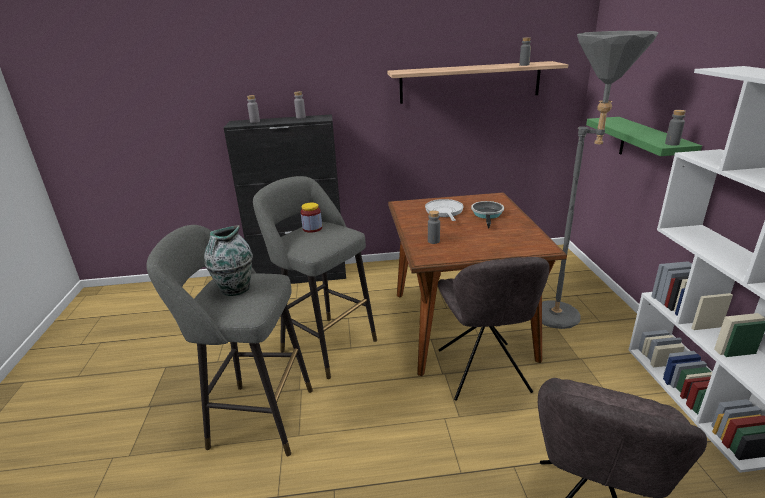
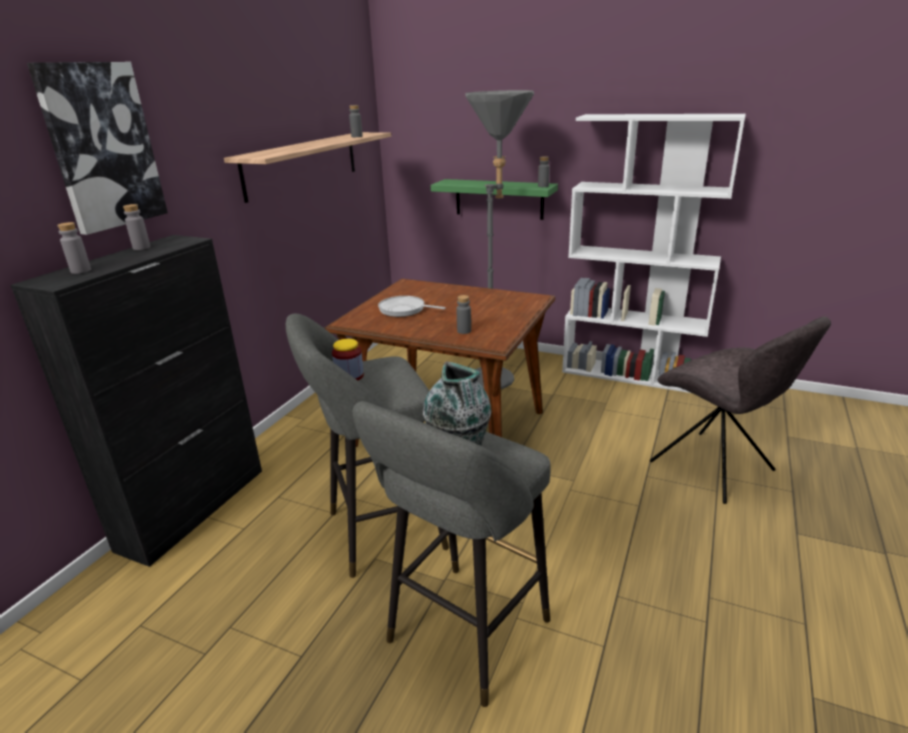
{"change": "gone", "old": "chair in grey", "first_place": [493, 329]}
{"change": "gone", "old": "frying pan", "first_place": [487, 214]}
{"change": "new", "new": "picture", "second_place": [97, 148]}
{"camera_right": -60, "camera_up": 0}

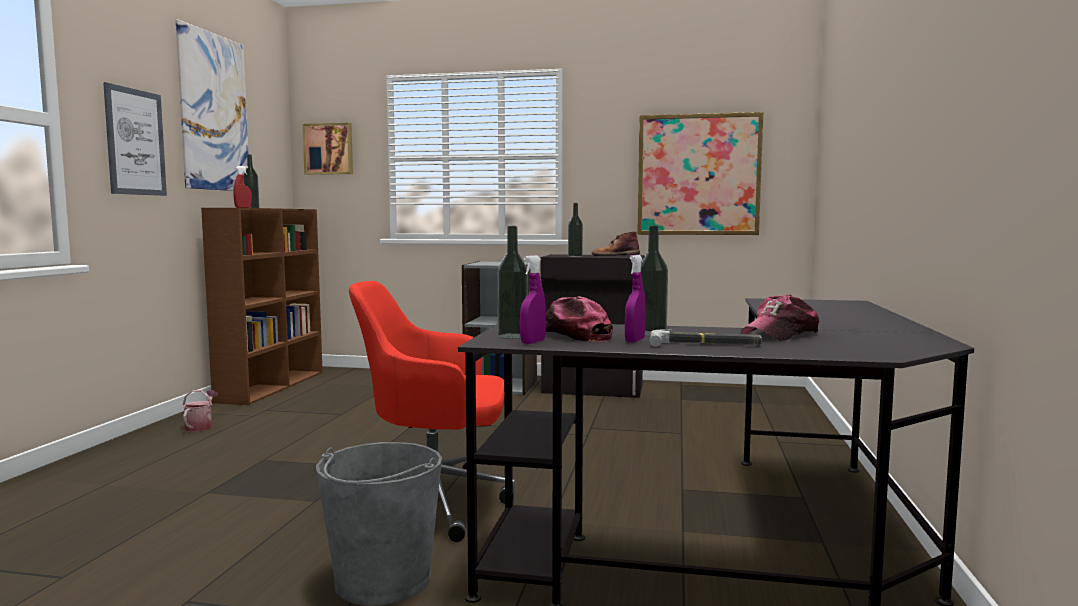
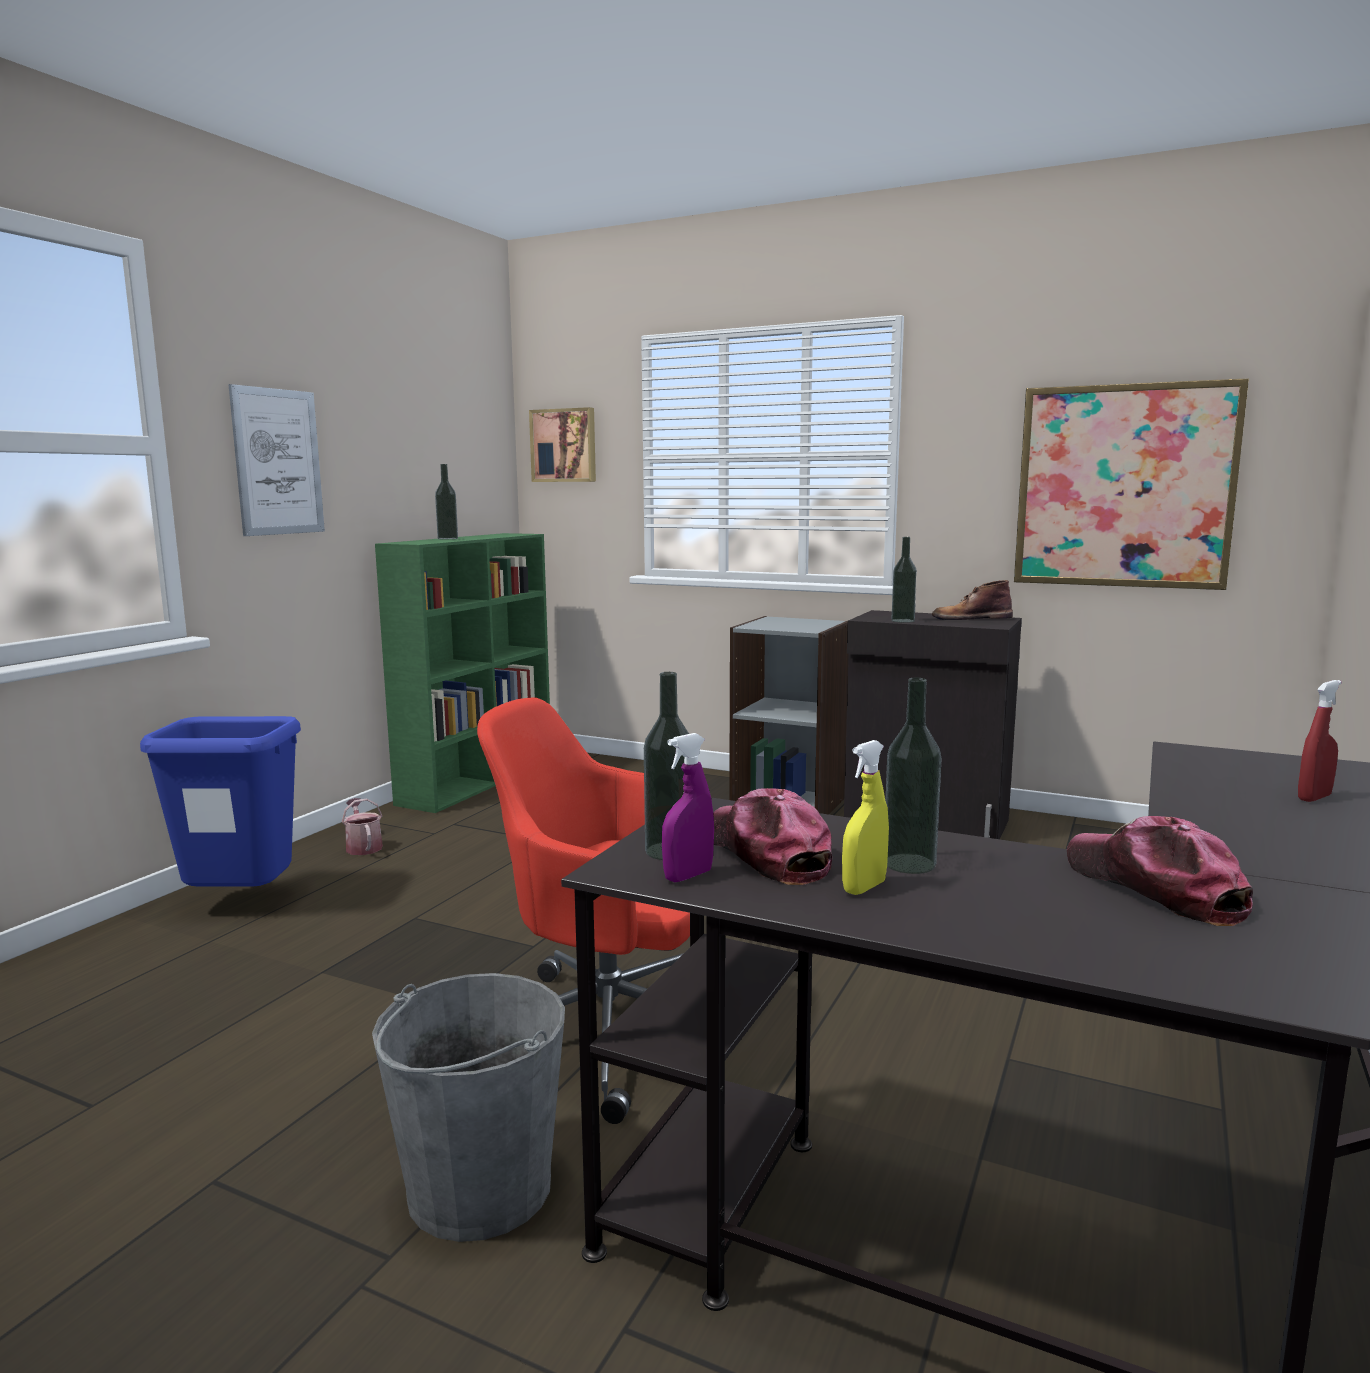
{"change": "gone", "old": "picture", "first_place": [212, 105]}
{"change": "gone", "old": "hammer", "first_place": [705, 338]}
{"change": "new", "new": "trash can in blue", "second_place": [220, 801]}
{"change": "shifted", "old": "spray bottle in red", "first_place": [242, 187], "second_place": [1319, 741]}
{"change": "repainted", "old": "bookcase in brown", "new": "bookcase in green", "first_place": [262, 306], "second_place": [462, 673]}
{"change": "repainted", "old": "spray bottle in purple", "new": "spray bottle in yellow", "first_place": [635, 299], "second_place": [865, 817]}
{"change": "rotated", "old": "watering can", "first_place": [200, 411], "second_place": [362, 826], "degrees": -45}
{"change": "rotated", "old": "cap", "first_place": [780, 317], "second_place": [1160, 871], "degrees": 90}
{"camera_right": 15, "camera_up": 5}

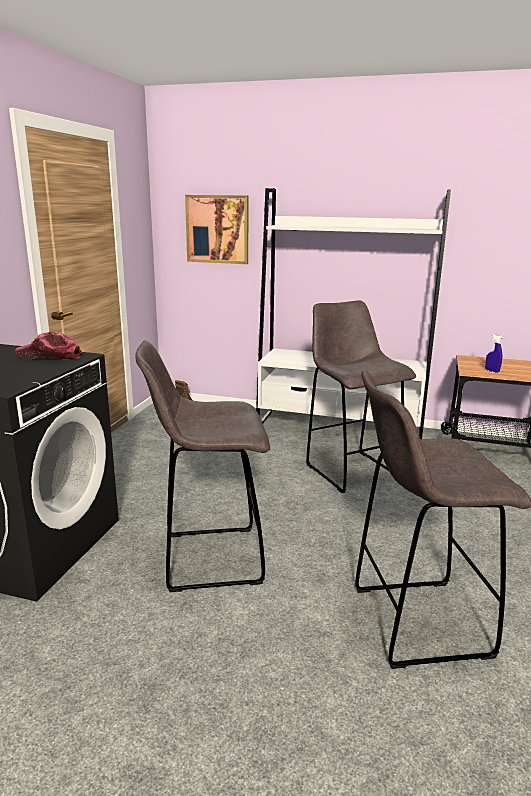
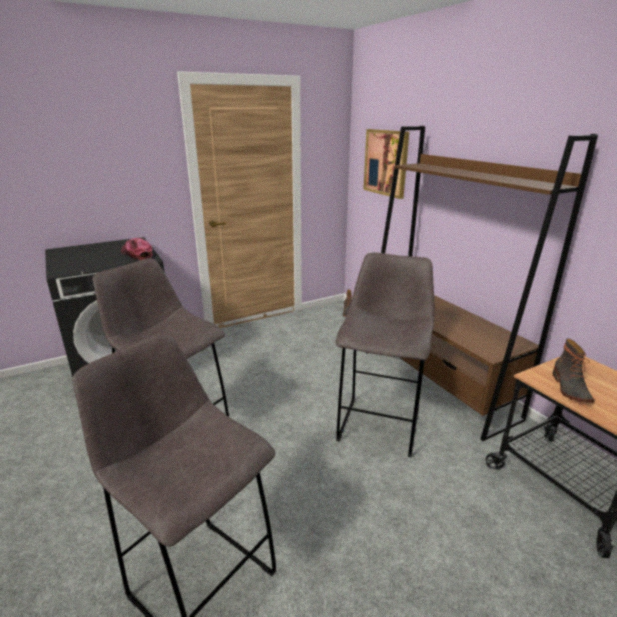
{"change": "swapped", "old": "spray bottle in blue", "new": "boot", "first_place": [493, 353], "second_place": [573, 371]}
{"change": "repainted", "old": "bookcase in white", "new": "bookcase in brown", "first_place": [353, 313], "second_place": [481, 283]}
{"camera_right": 45, "camera_up": 5}

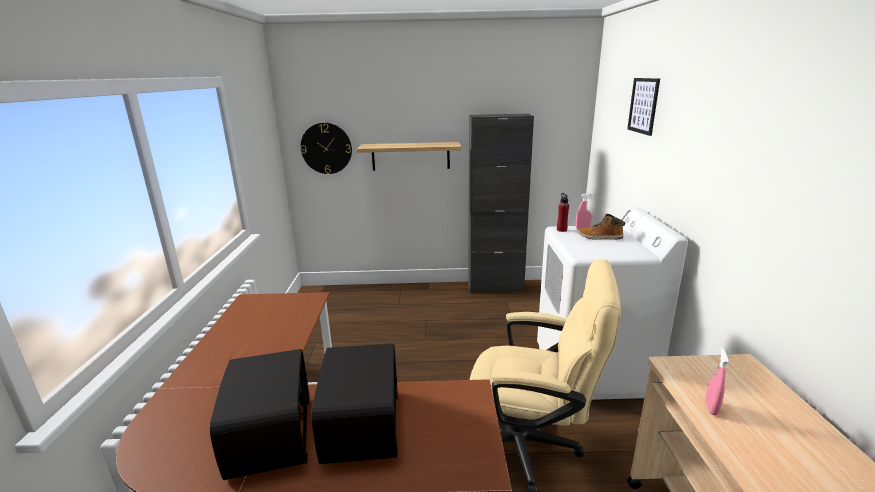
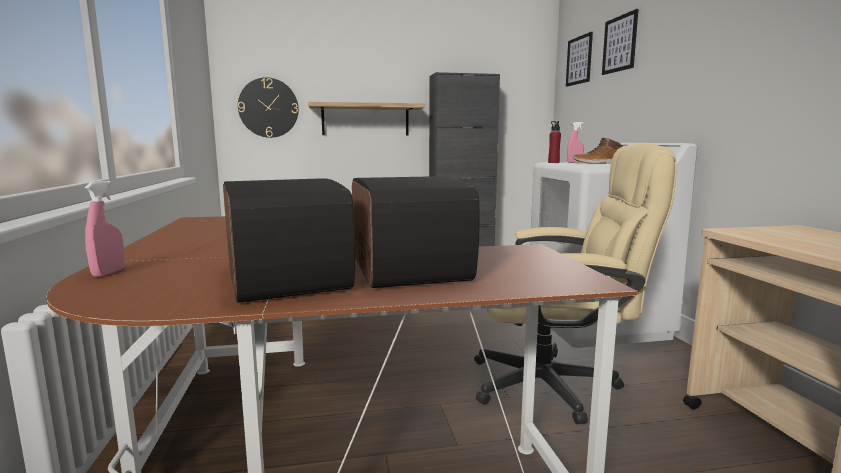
{"change": "new", "new": "picture", "second_place": [579, 59]}
{"change": "shifted", "old": "spray bottle in pink", "first_place": [717, 382], "second_place": [105, 229]}
{"camera_right": -10, "camera_up": -10}

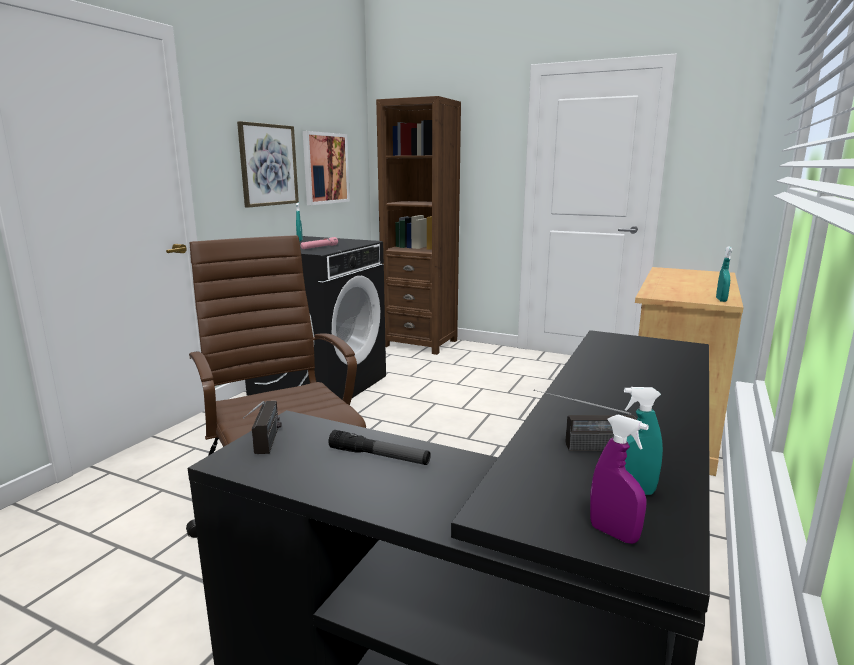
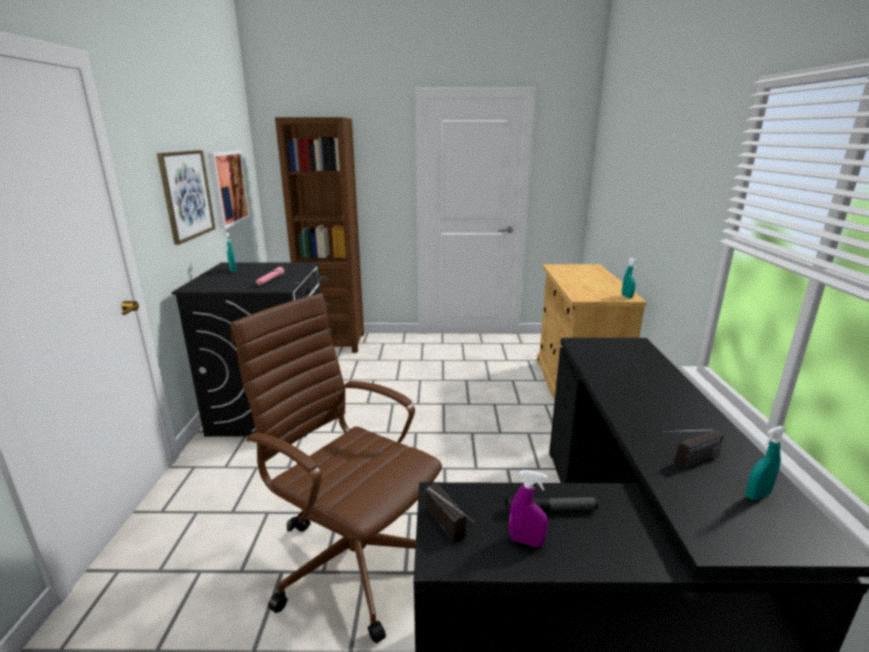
{"change": "shifted", "old": "spray bottle in purple", "first_place": [619, 479], "second_place": [528, 508]}
{"camera_right": -25, "camera_up": 5}

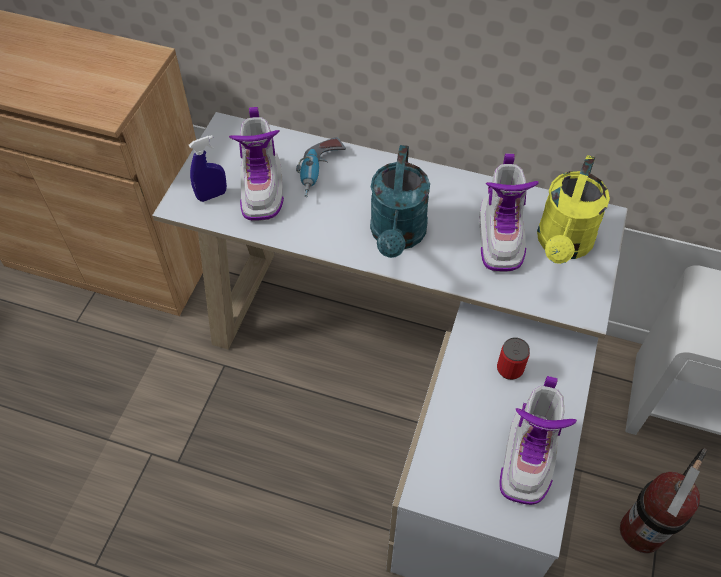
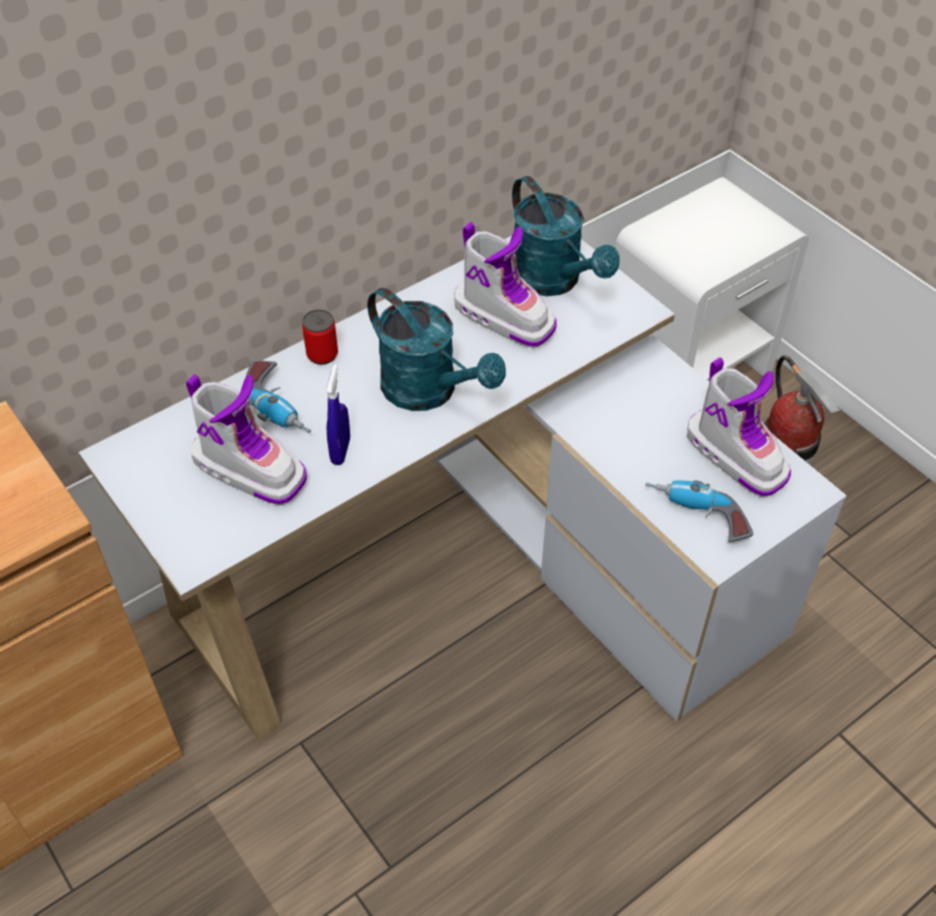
{"change": "new", "new": "power drill", "second_place": [699, 511]}
{"change": "shifted", "old": "spray bottle in blue", "first_place": [208, 168], "second_place": [338, 414]}
{"change": "shifted", "old": "can", "first_place": [513, 359], "second_place": [320, 337]}
{"change": "repainted", "old": "watering can in yellow", "new": "watering can in turquoise", "first_place": [573, 209], "second_place": [565, 236]}
{"camera_right": -55, "camera_up": -5}

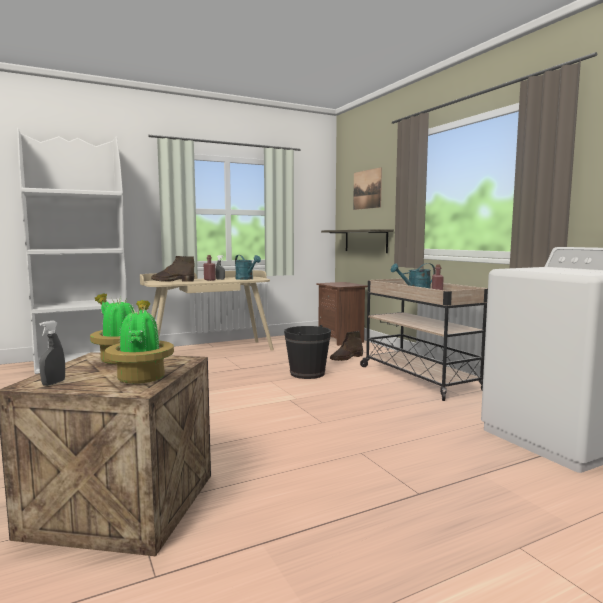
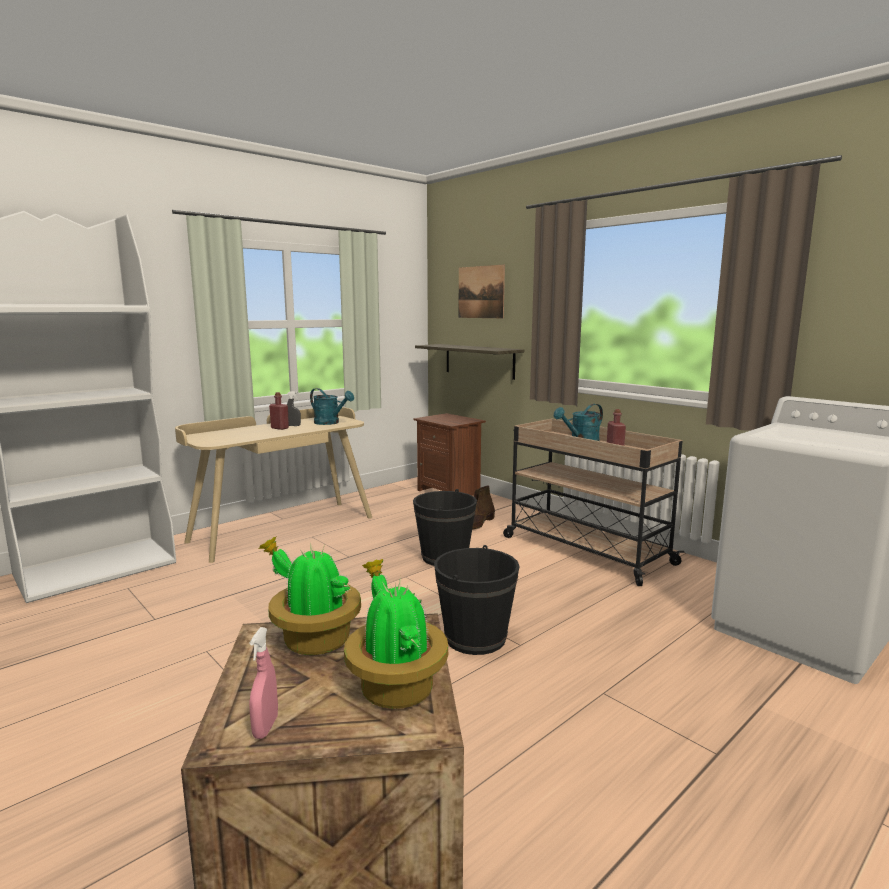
{"change": "gone", "old": "boot in brown", "first_place": [172, 269]}
{"change": "new", "new": "bucket in black", "second_place": [477, 600]}
{"change": "repainted", "old": "spray bottle in grey", "new": "spray bottle in pink", "first_place": [52, 353], "second_place": [263, 683]}
{"camera_right": -15, "camera_up": 5}

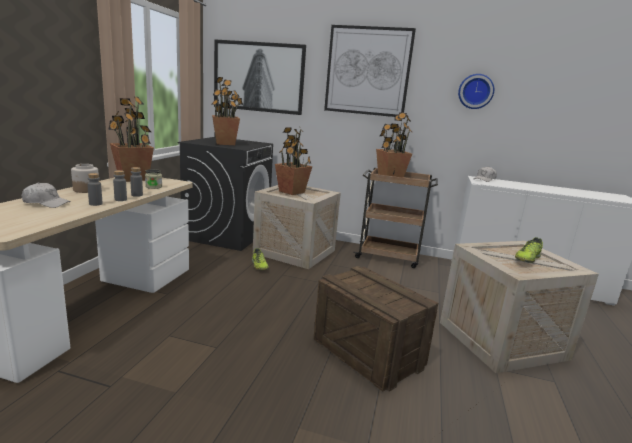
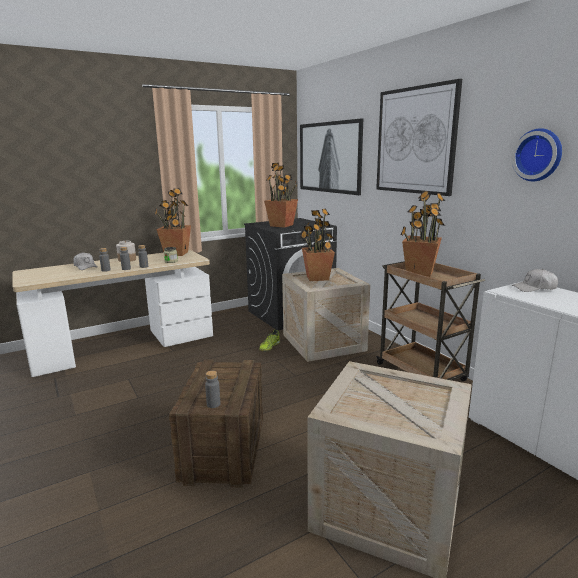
{"change": "gone", "old": "shoe", "first_place": [529, 250]}
{"change": "new", "new": "bottle in grey", "second_place": [212, 389]}
{"camera_right": 45, "camera_up": 0}

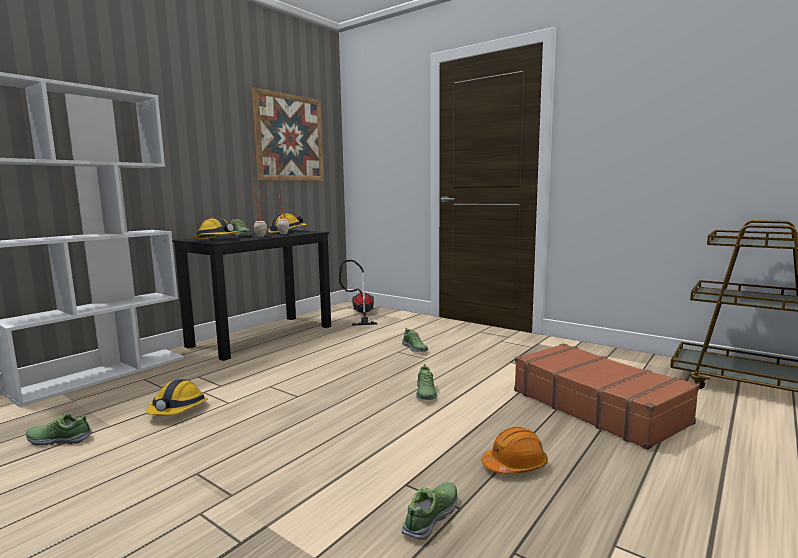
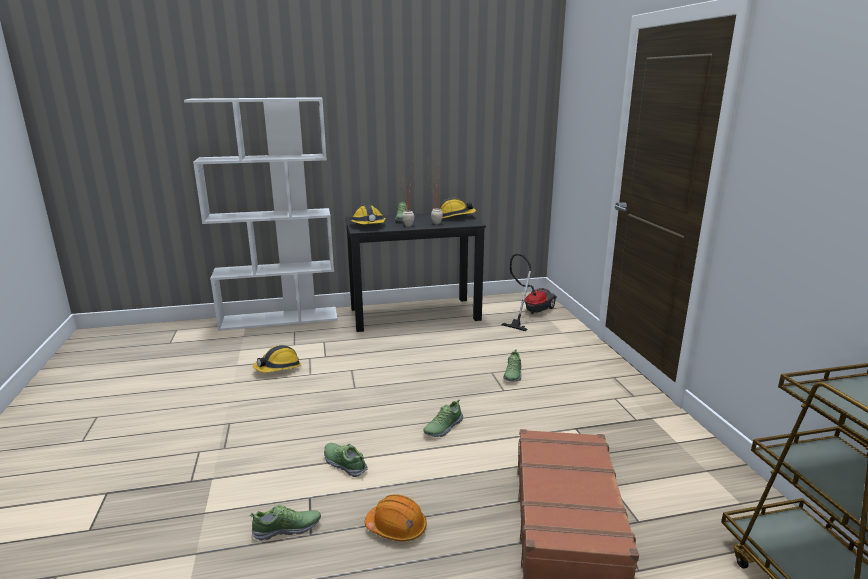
{"change": "gone", "old": "picture", "first_place": [287, 134]}
{"change": "shifted", "old": "shoe", "first_place": [59, 430], "second_place": [346, 460]}
{"camera_right": 40, "camera_up": 10}

